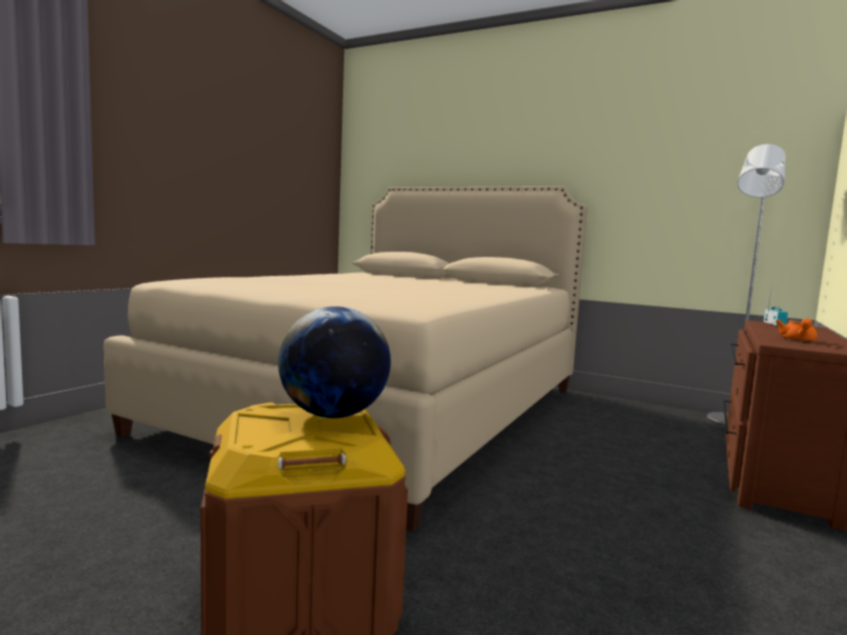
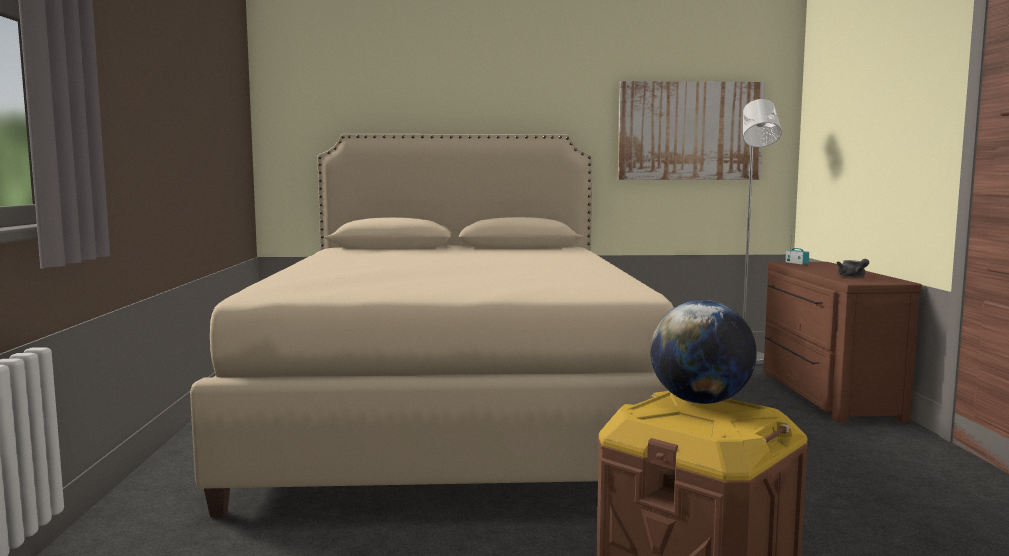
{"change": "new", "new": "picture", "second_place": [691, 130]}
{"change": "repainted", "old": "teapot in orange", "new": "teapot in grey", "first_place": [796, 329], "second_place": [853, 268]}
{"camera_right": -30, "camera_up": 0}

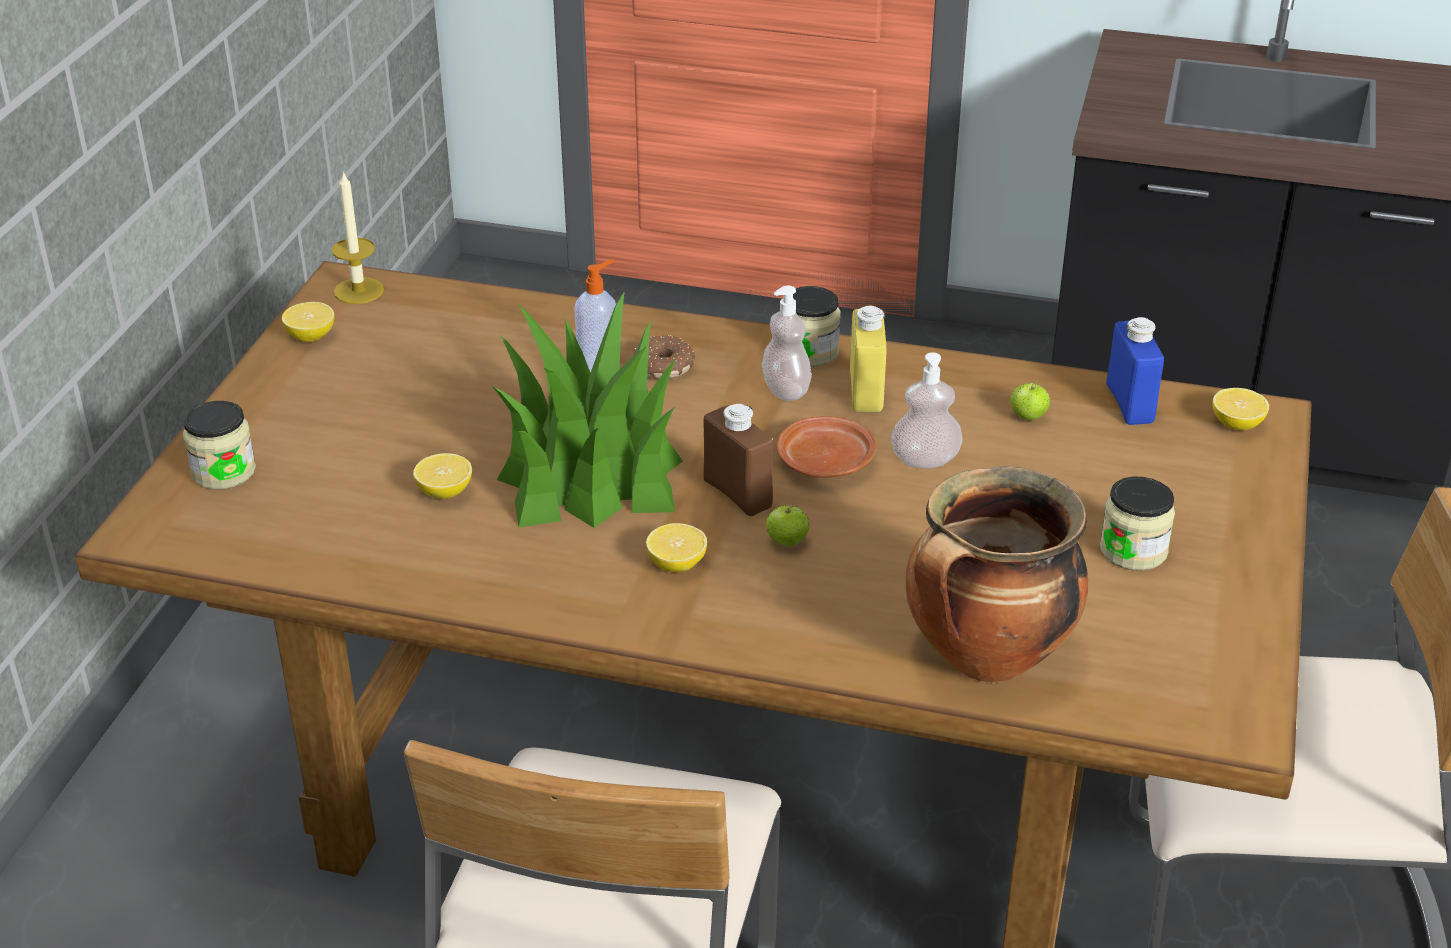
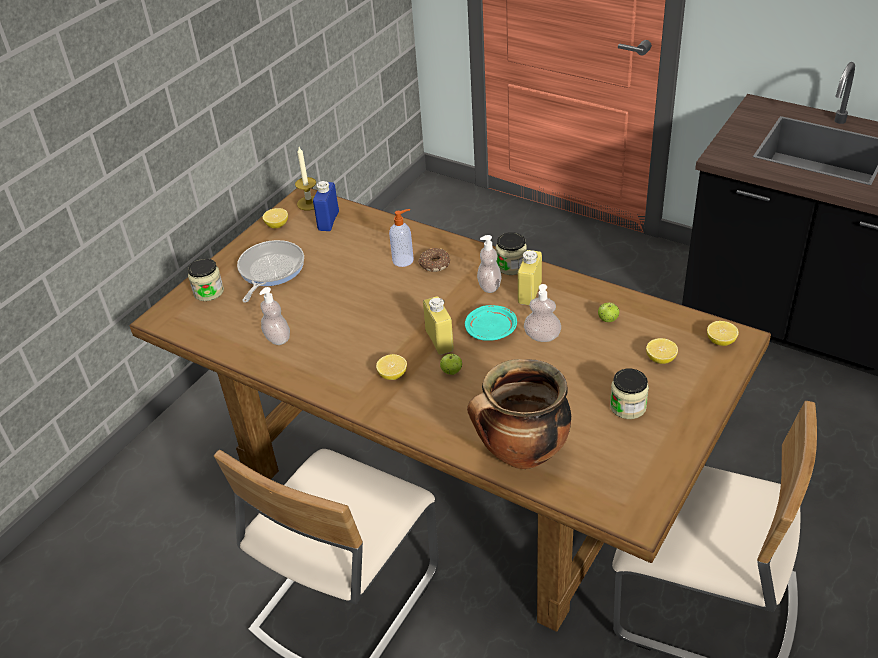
{"change": "gone", "old": "potted plant", "first_place": [587, 409]}
{"change": "new", "new": "frying pan", "second_place": [270, 271]}
{"change": "new", "new": "soap dispenser", "second_place": [274, 316]}
{"change": "shifted", "old": "lemon", "first_place": [442, 476], "second_place": [662, 351]}
{"change": "shifted", "old": "bottle in blue", "first_place": [1135, 371], "second_place": [326, 206]}
{"change": "repainted", "old": "bottle in brown", "new": "bottle in yellow", "first_place": [738, 460], "second_place": [438, 325]}
{"change": "repainted", "old": "plate in brown", "new": "plate in turquoise", "first_place": [827, 447], "second_place": [491, 323]}
{"camera_right": 20, "camera_up": 5}

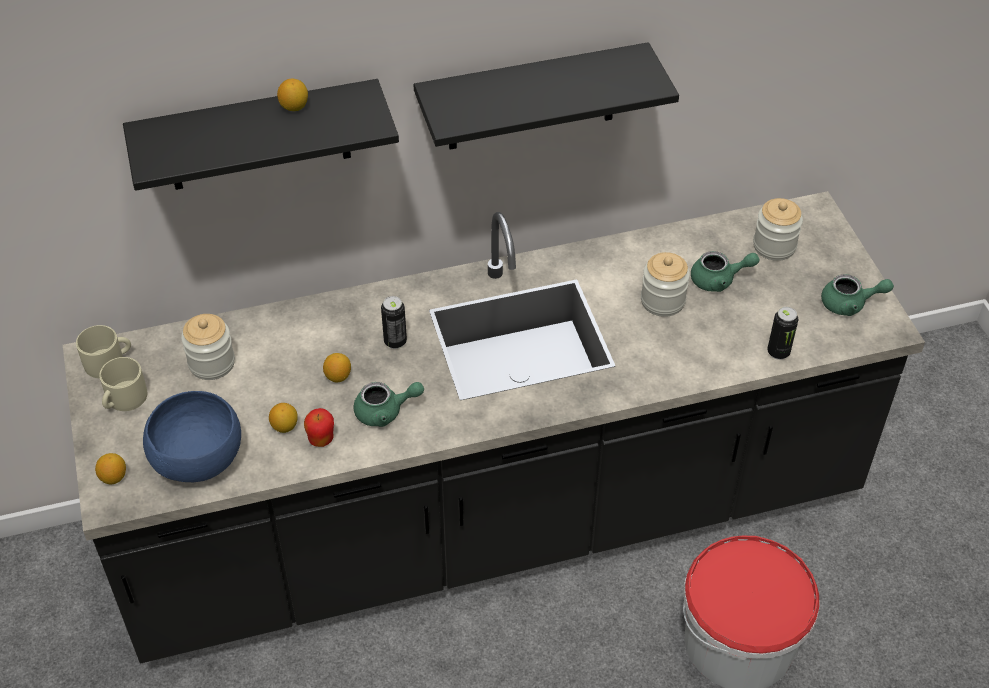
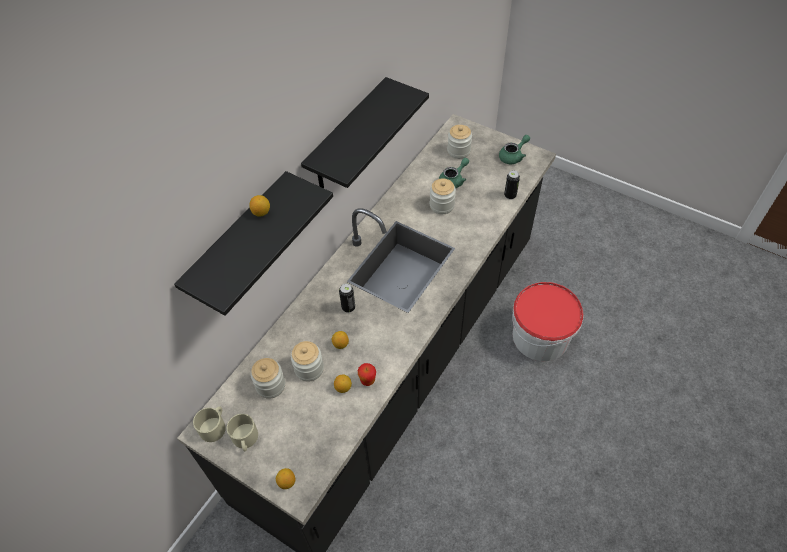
{"change": "gone", "old": "bowl in blue", "first_place": [192, 436]}
{"change": "gone", "old": "teapot in green", "first_place": [389, 404]}
{"change": "new", "new": "jar", "second_place": [307, 361]}
{"camera_right": -40, "camera_up": 5}

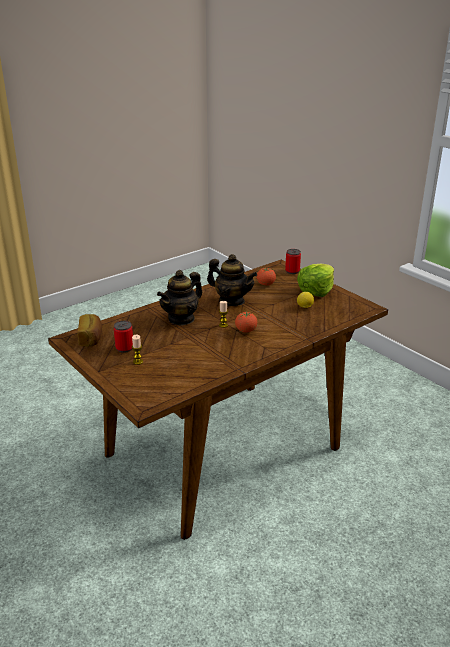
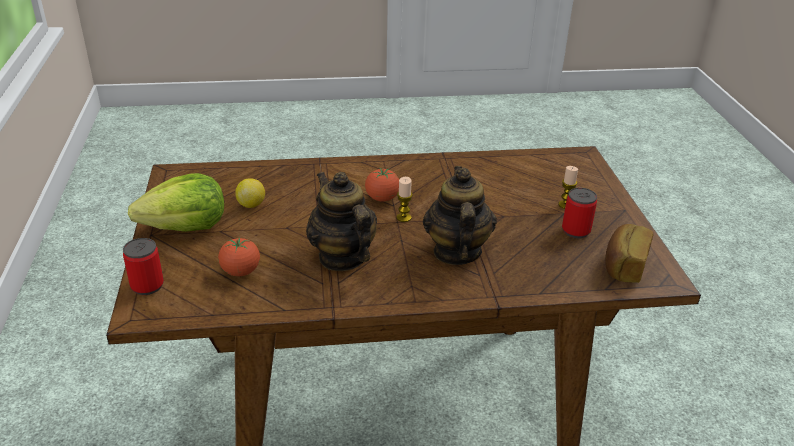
{"change": "rotated", "old": "teapot", "first_place": [179, 298], "second_place": [460, 215], "degrees": -75}
{"camera_right": -150, "camera_up": 5}

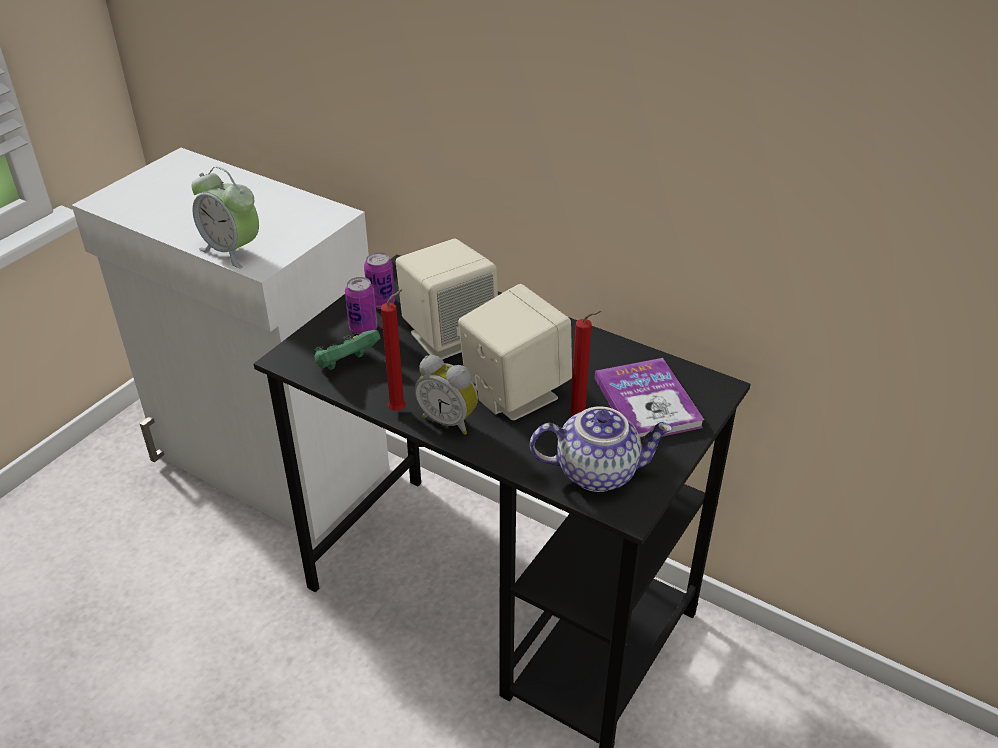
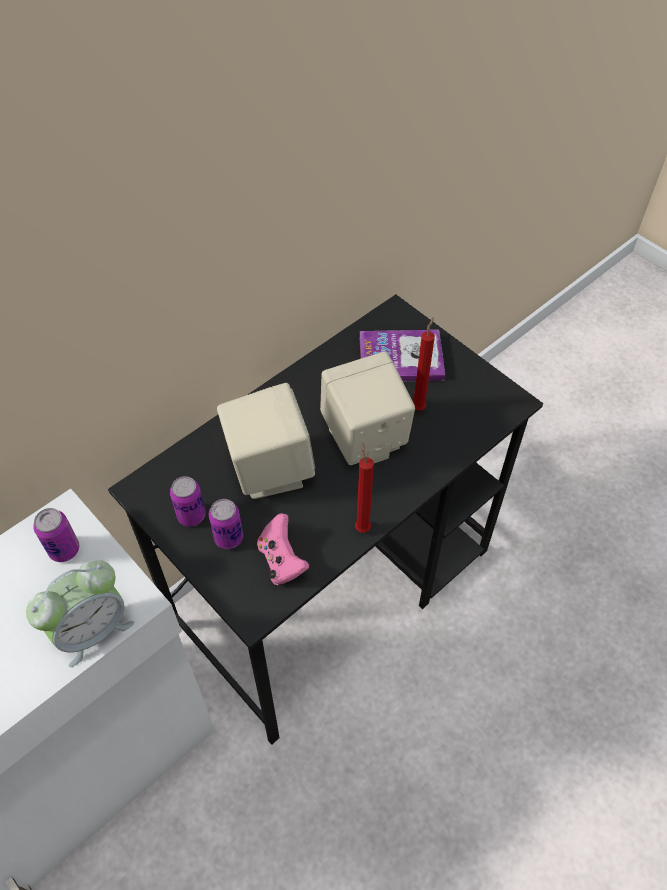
{"change": "gone", "old": "alarm clock", "first_place": [446, 395]}
{"change": "gone", "old": "teapot", "first_place": [601, 449]}
{"change": "new", "new": "can", "second_place": [56, 535]}
{"change": "repainted", "old": "game controller in green", "new": "game controller in pink", "first_place": [347, 350], "second_place": [283, 549]}
{"camera_right": -75, "camera_up": 15}

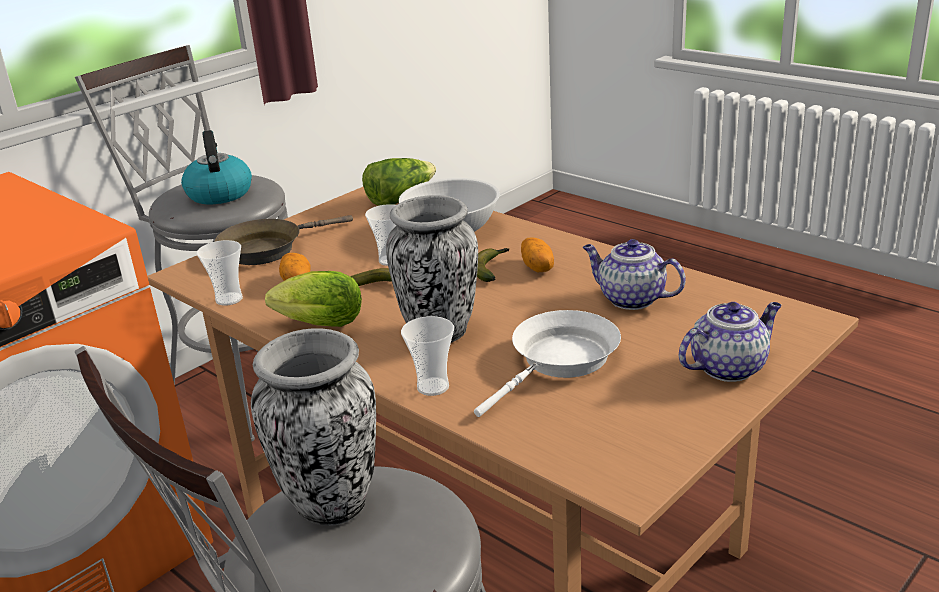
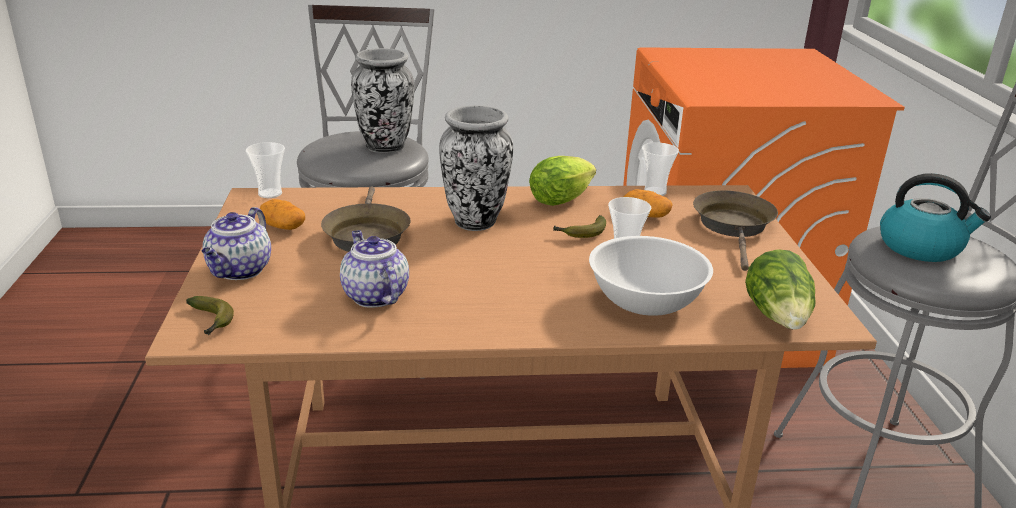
{"change": "shifted", "old": "cup", "first_place": [427, 356], "second_place": [265, 170]}
{"change": "shifted", "old": "banana", "first_place": [493, 265], "second_place": [210, 315]}
{"change": "shifted", "old": "potato", "first_place": [537, 255], "second_place": [282, 214]}
{"change": "repainted", "old": "frying pan in white", "new": "frying pan in brown", "first_place": [547, 363], "second_place": [366, 219]}
{"change": "rotated", "old": "teapot", "first_place": [634, 274], "second_place": [374, 269], "degrees": -105}
{"camera_right": 130, "camera_up": 0}

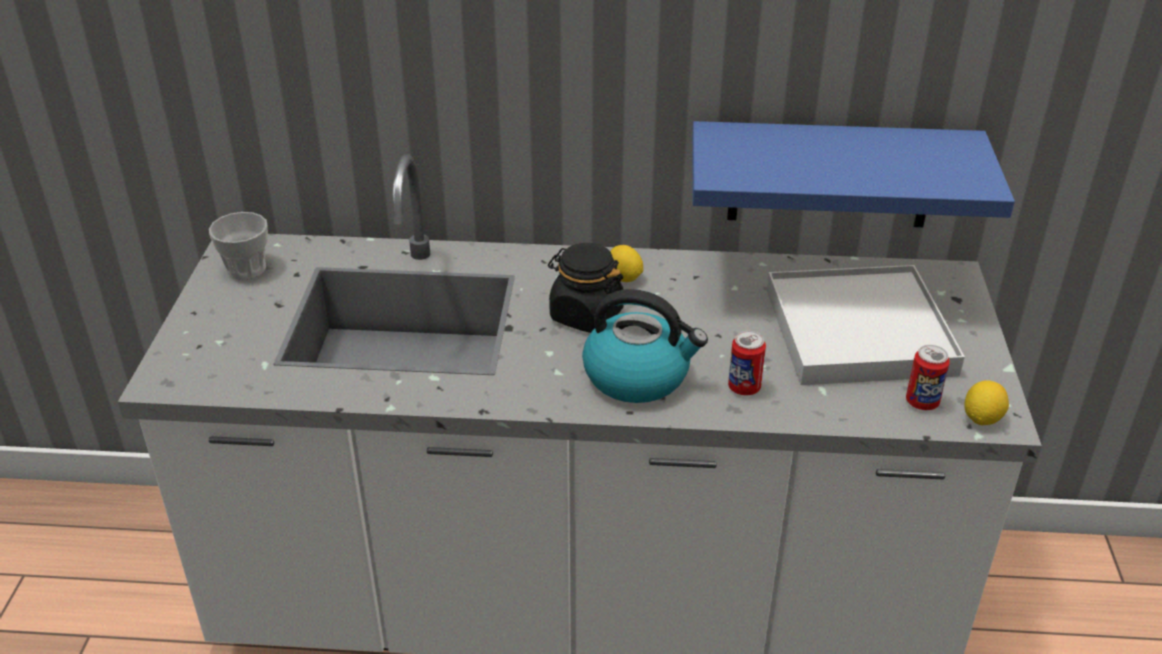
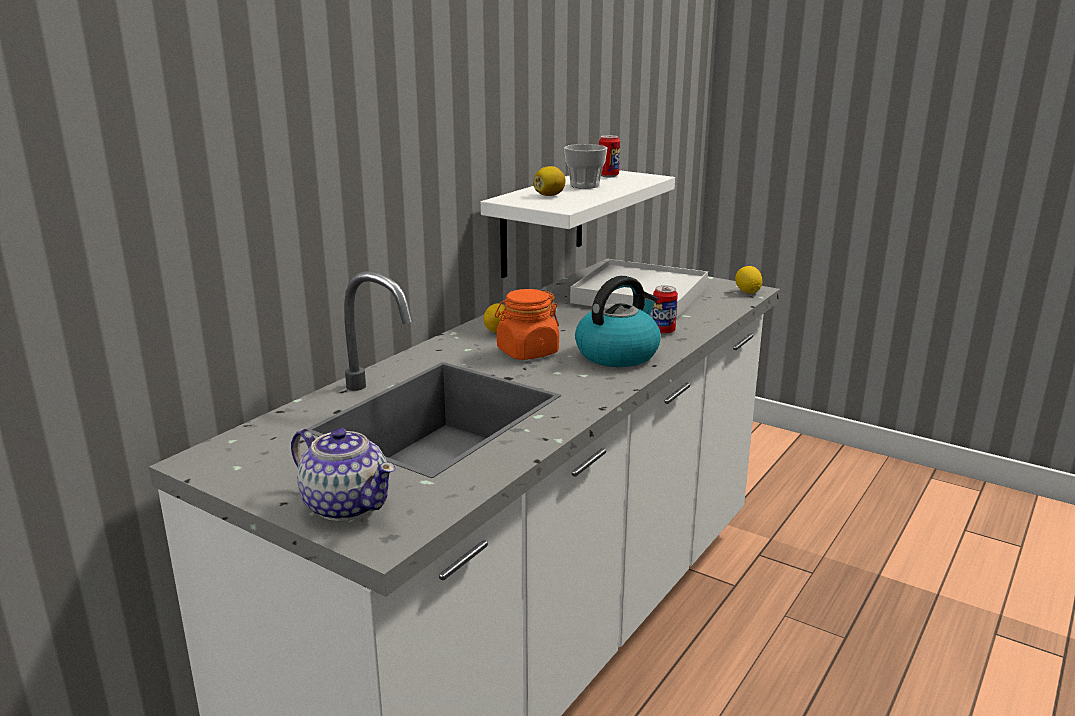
{"change": "new", "new": "teapot", "second_place": [343, 474]}
{"change": "new", "new": "lemon", "second_place": [549, 181]}
{"change": "shifted", "old": "cup", "first_place": [238, 246], "second_place": [585, 166]}
{"change": "shifted", "old": "can", "first_place": [928, 377], "second_place": [609, 156]}
{"change": "repainted", "old": "jar in black", "new": "jar in orange", "first_place": [585, 288], "second_place": [527, 324]}
{"change": "repainted", "old": "shelf in blue", "new": "shelf in white", "first_place": [853, 174], "second_place": [578, 224]}
{"camera_right": -60, "camera_up": -15}

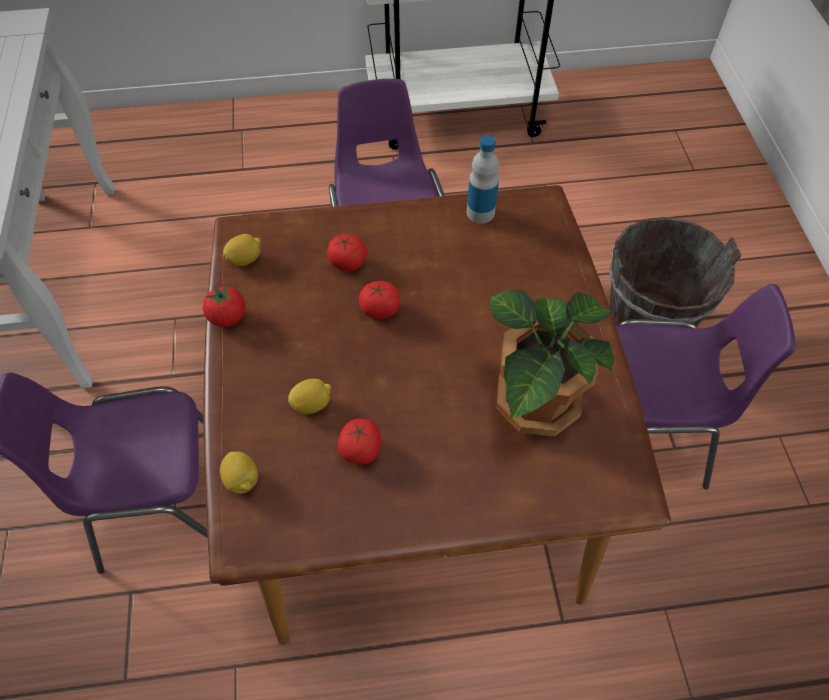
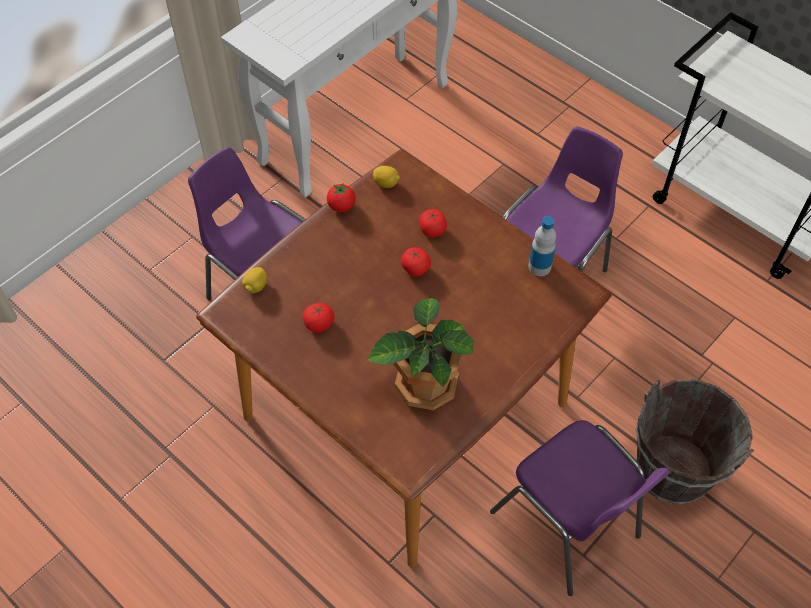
{"change": "gone", "old": "lemon", "first_place": [309, 396]}
{"camera_right": 50, "camera_up": 0}

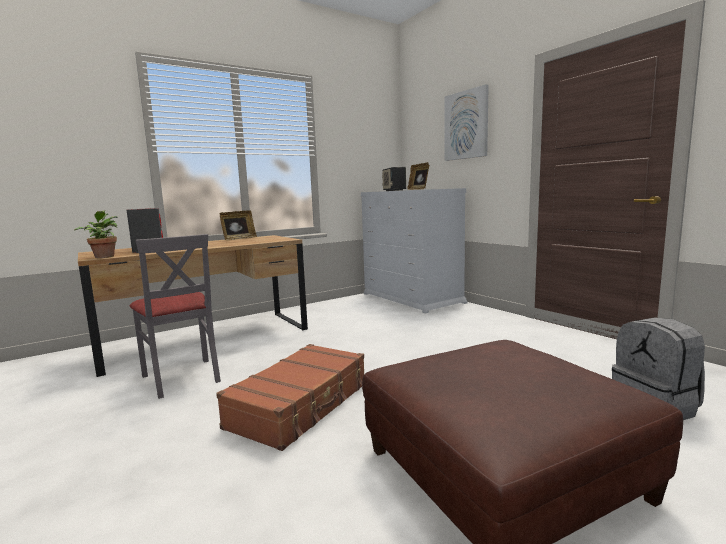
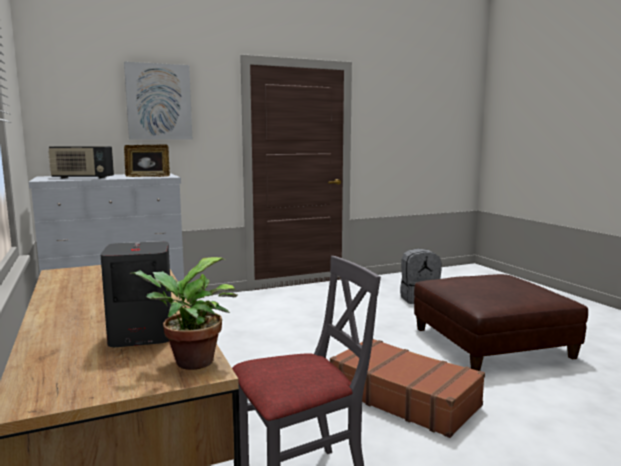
{"change": "gone", "old": "picture frame", "first_place": [238, 225]}
{"camera_right": -80, "camera_up": 0}

